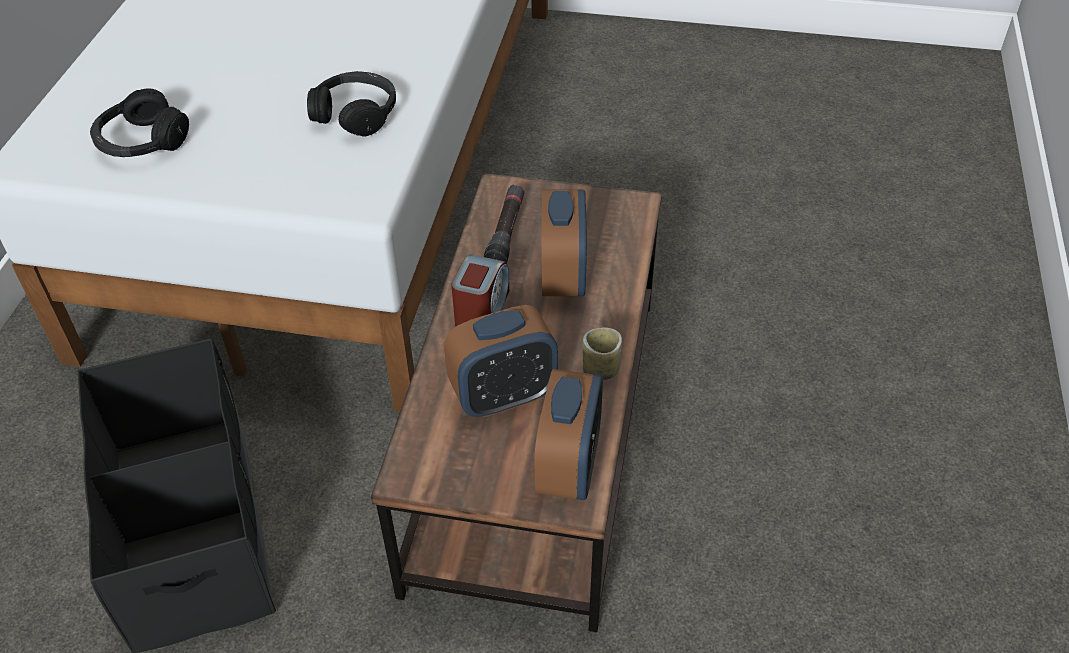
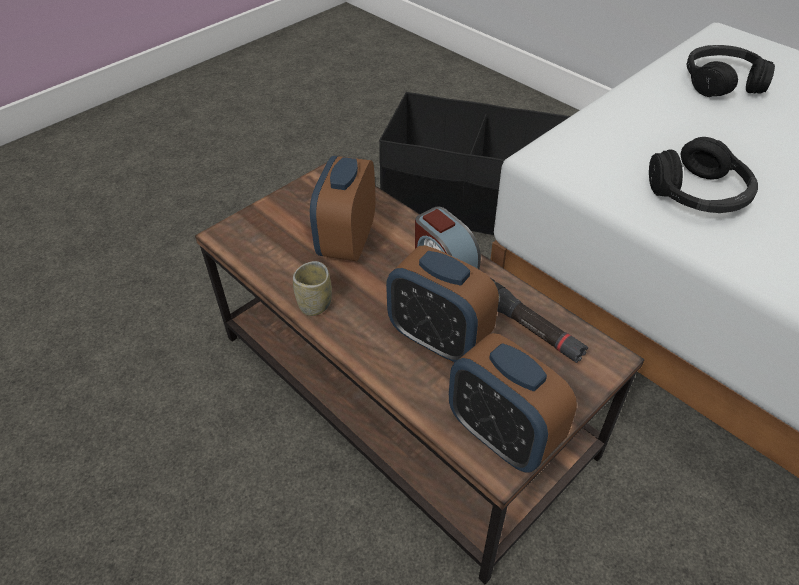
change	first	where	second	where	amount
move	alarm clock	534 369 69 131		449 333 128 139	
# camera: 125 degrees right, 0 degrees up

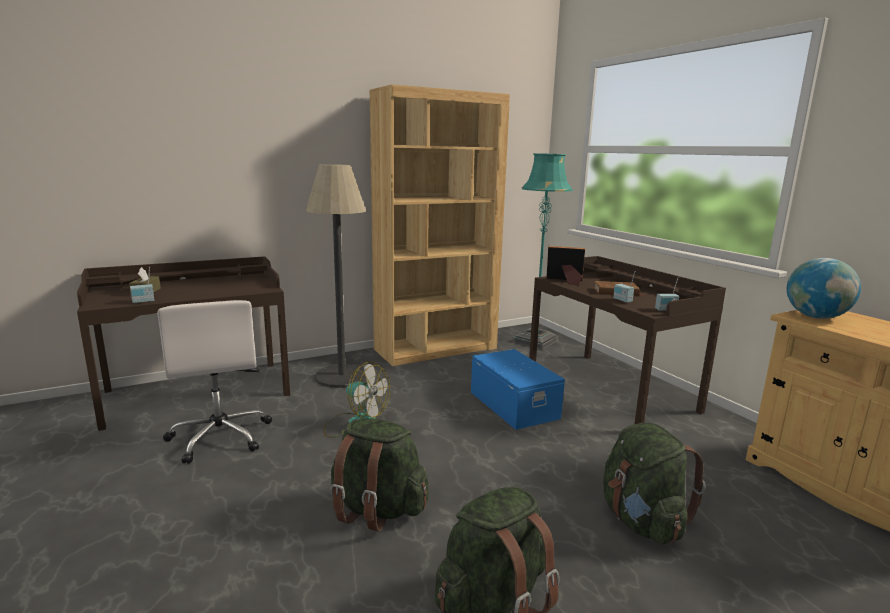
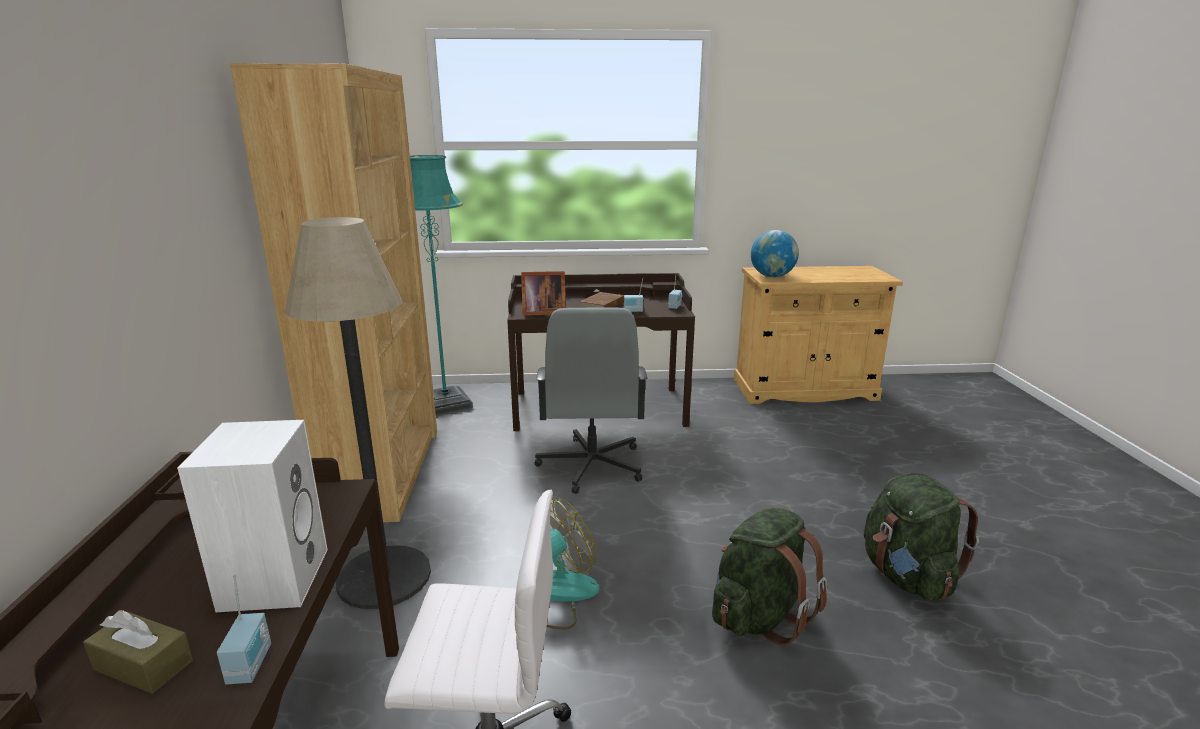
change	first	where	second	where	amount
rotate	picture frame	546 246 39 39		521 271 45 45	135 degrees counterclockwise
replace	blue storage box	471 349 94 81	grey office chair	534 308 113 186	
delete	green backpack	603 423 103 122			
insert			white speaker	177 420 151 192	
# camera: 65 degrees left, 5 degrees up

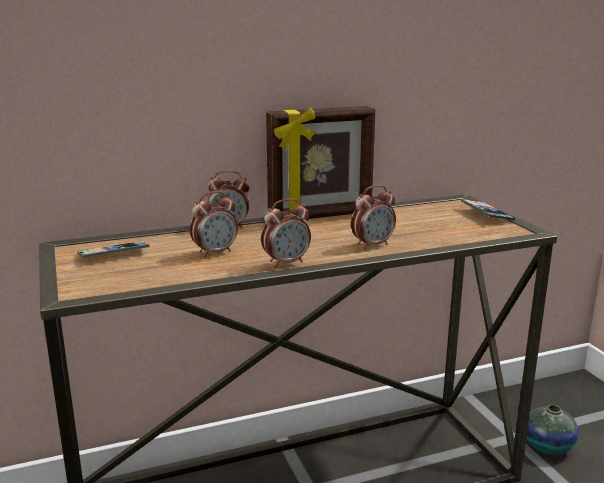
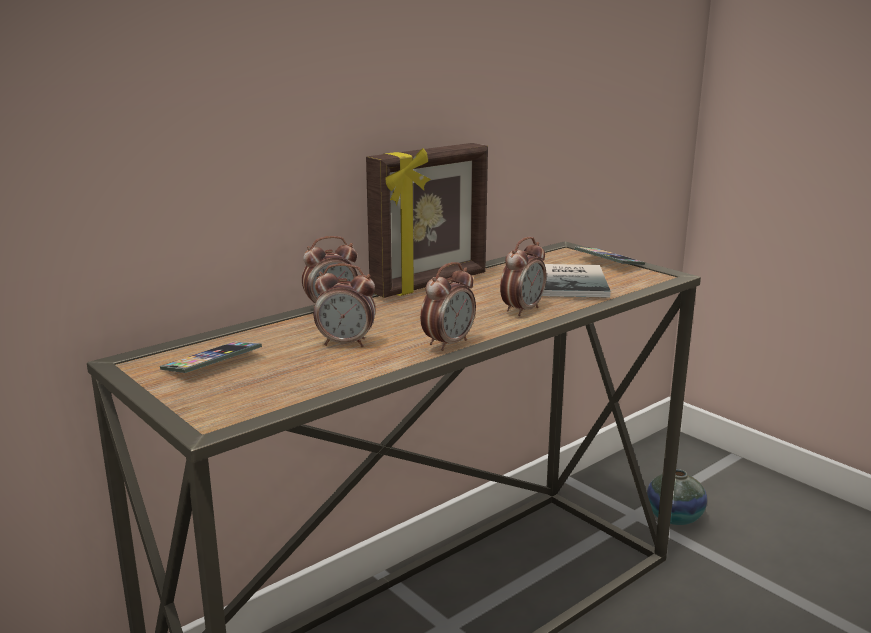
change	first	where	second	where	amount
rotate	alarm clock	190 191 48 67		314 264 61 83	60 degrees clockwise
insert			book	542 264 69 34	
# camera: 20 degrees left, 0 degrees up

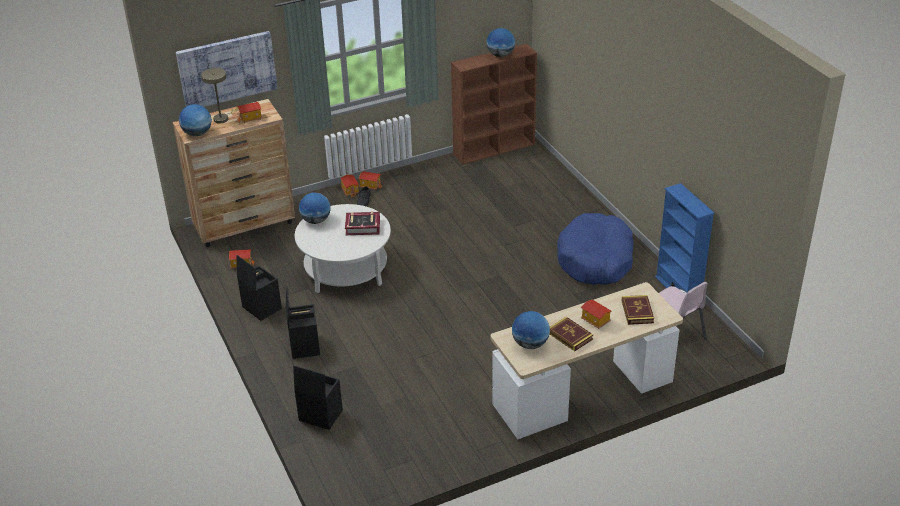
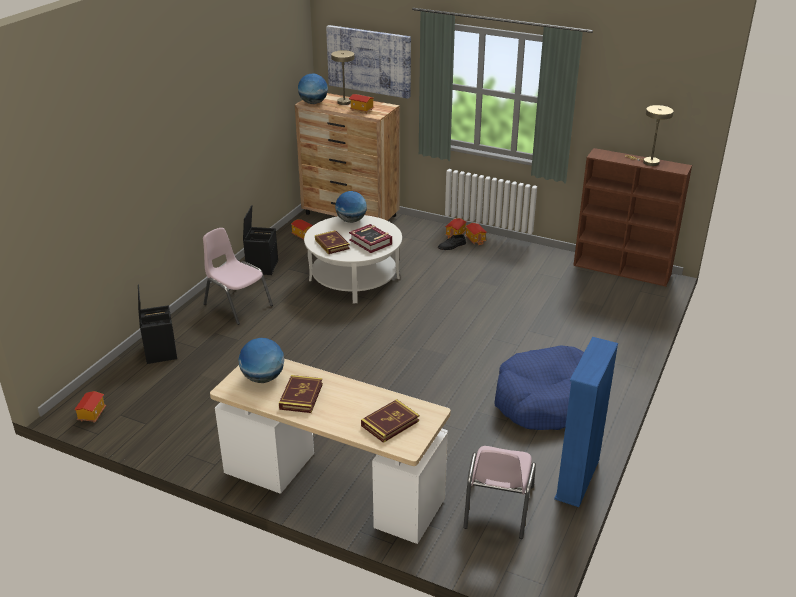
change	first	where	second	where	amount
replace	globe	487 28 28 29	beige table lamp	625 105 49 61	
replace	black storage box	286 286 34 73	pink chair	203 228 70 97	
move	toy house	581 299 31 30		74 391 32 32	
insert			book	315 230 35 24	
# camera: 50 degrees right, 5 degrees down

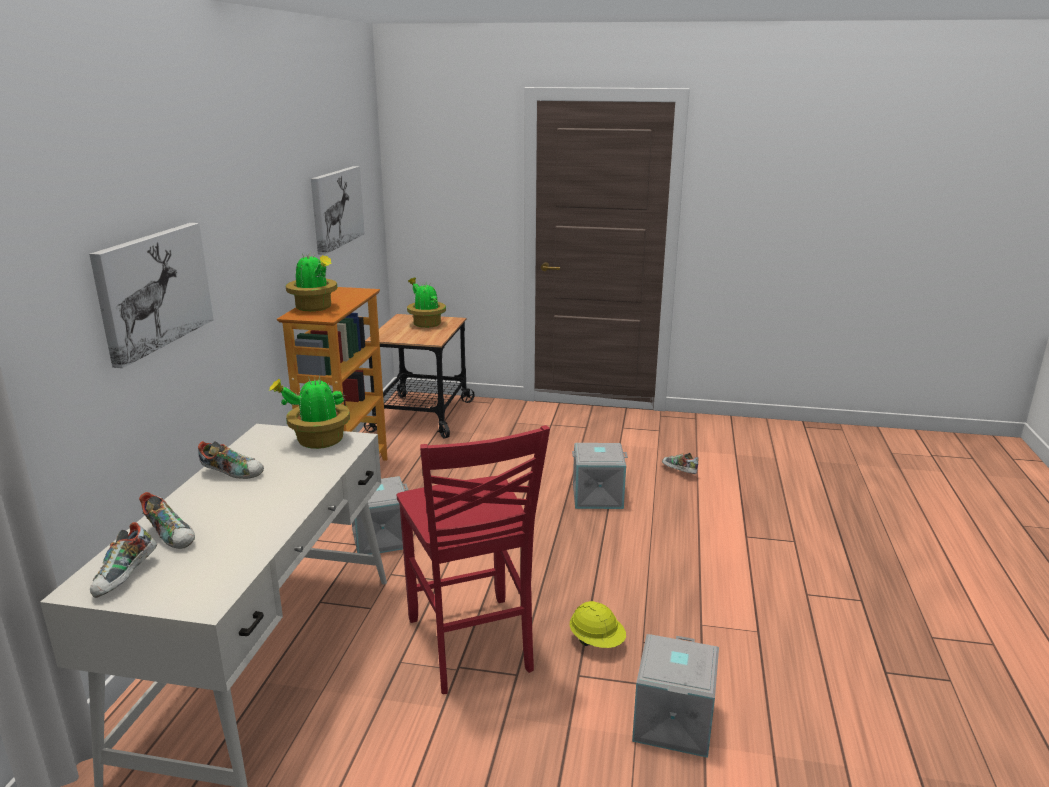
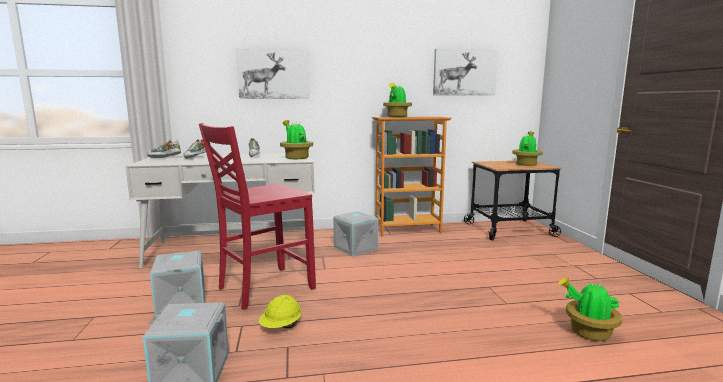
change	first	where	second	where	amount
move	grey storage box	572 443 56 66		150 251 55 65	
replace	shoe	662 453 37 21	potted plant	558 277 64 64	
# camera: 70 degrees right, 10 degrees down

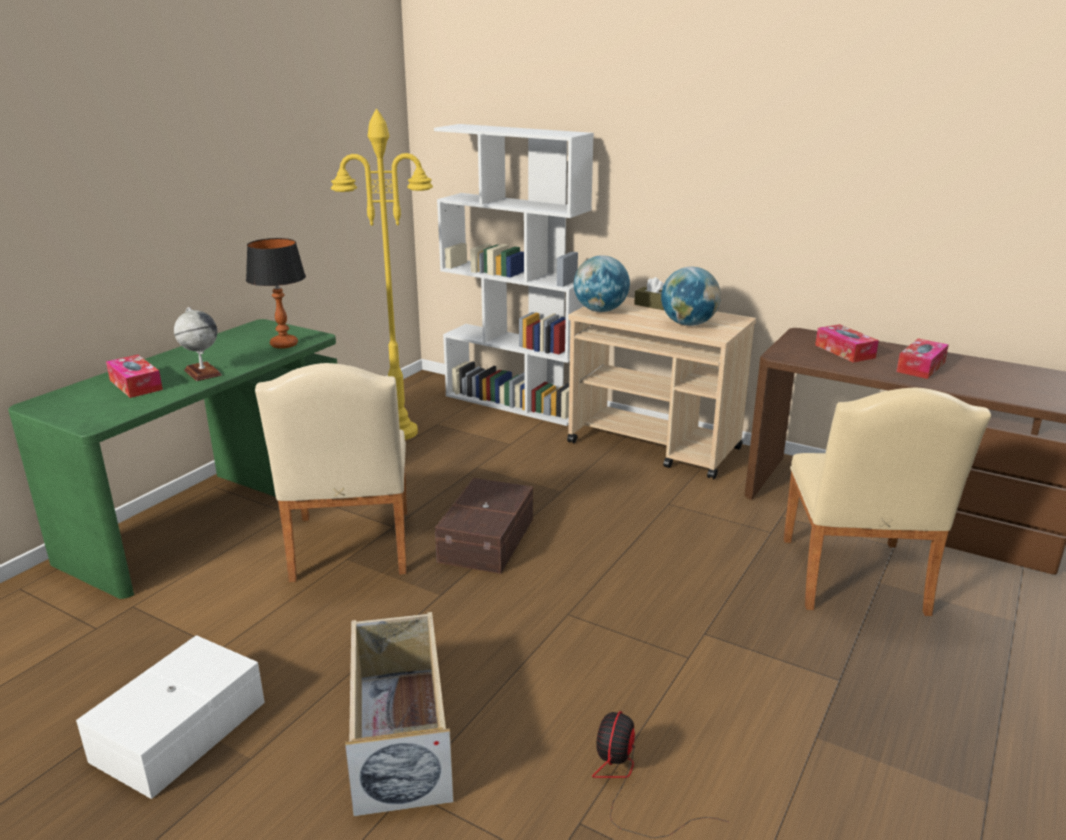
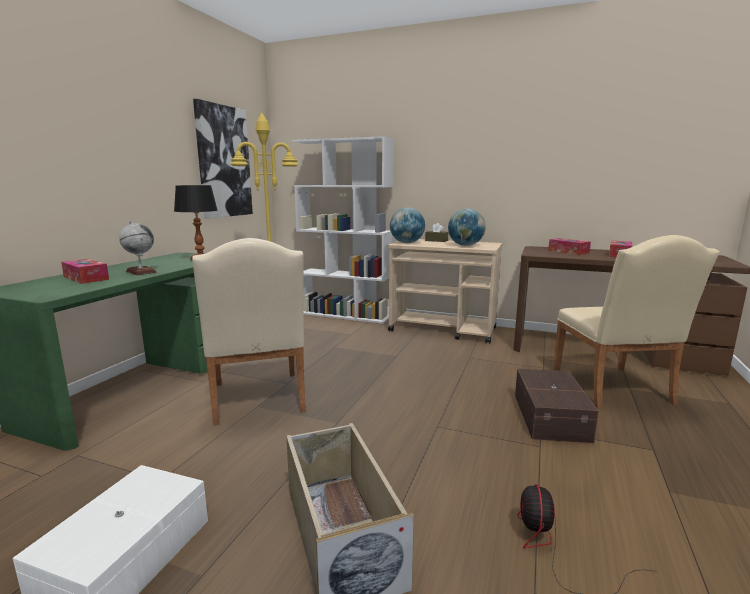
change	first	where	second	where	amount
move	brown storage box	435 478 98 96		515 369 83 74	
insert			picture	193 99 60 120	
# camera: 10 degrees left, 10 degrees down

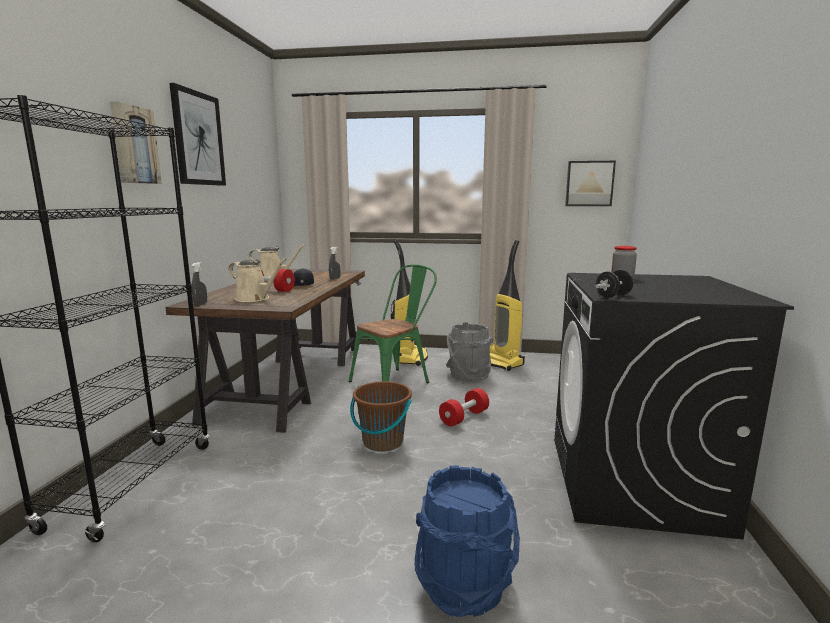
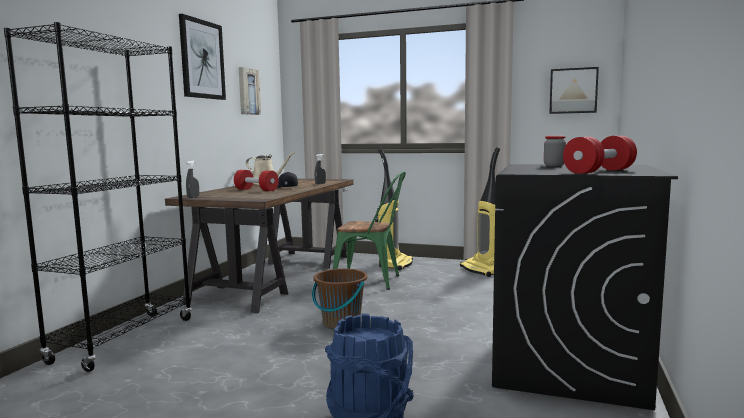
change	first	where	second	where	amount
move	picture	110 101 52 83		239 67 22 48	
delete	beige watering can	229 258 58 44			
rotate	green chair	349 264 88 119		333 171 73 119	45 degrees clockwise
delete	black dumbbell	596 270 37 28			
delete	grey bucket	446 323 47 59			
move	red dumbbell	439 388 50 39		563 136 74 38	
# camera: 10 degrees right, 5 degrees down

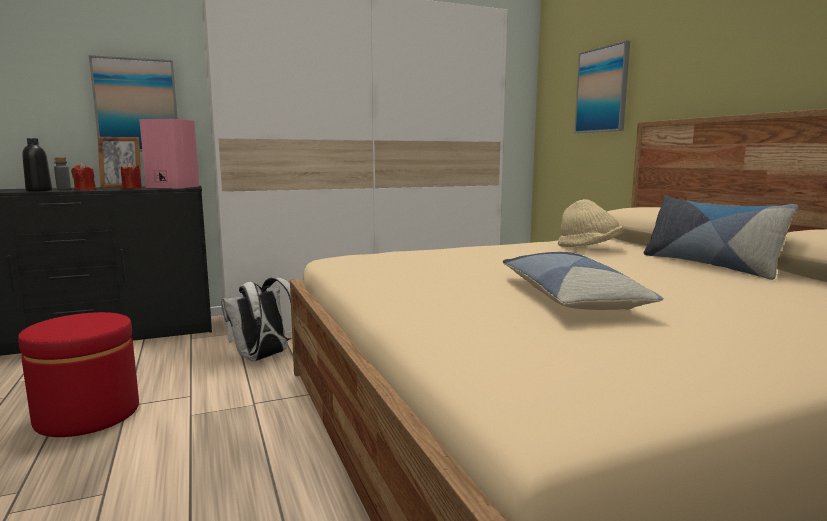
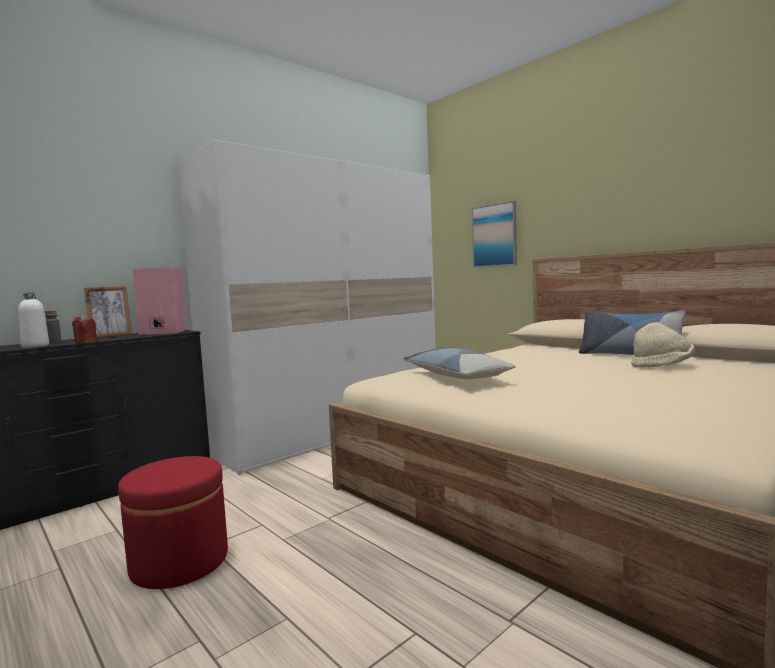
change	first	where	second	where	amount
delete	picture	89 55 89 96			
recolor	black bottle	22 138 30 53	white bottle	18 292 31 56	
delete	red candle	121 163 21 26			
move	beige hat	558 199 65 48		631 322 64 45	
move	pillow	503 252 161 58		404 347 112 32	
delete	white backpack	221 277 71 84			
# camera: 20 degrees left, 5 degrees down

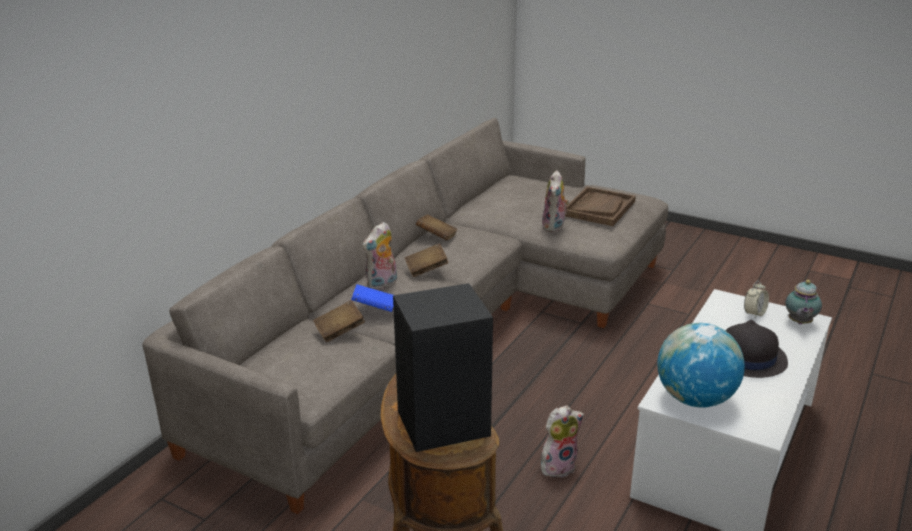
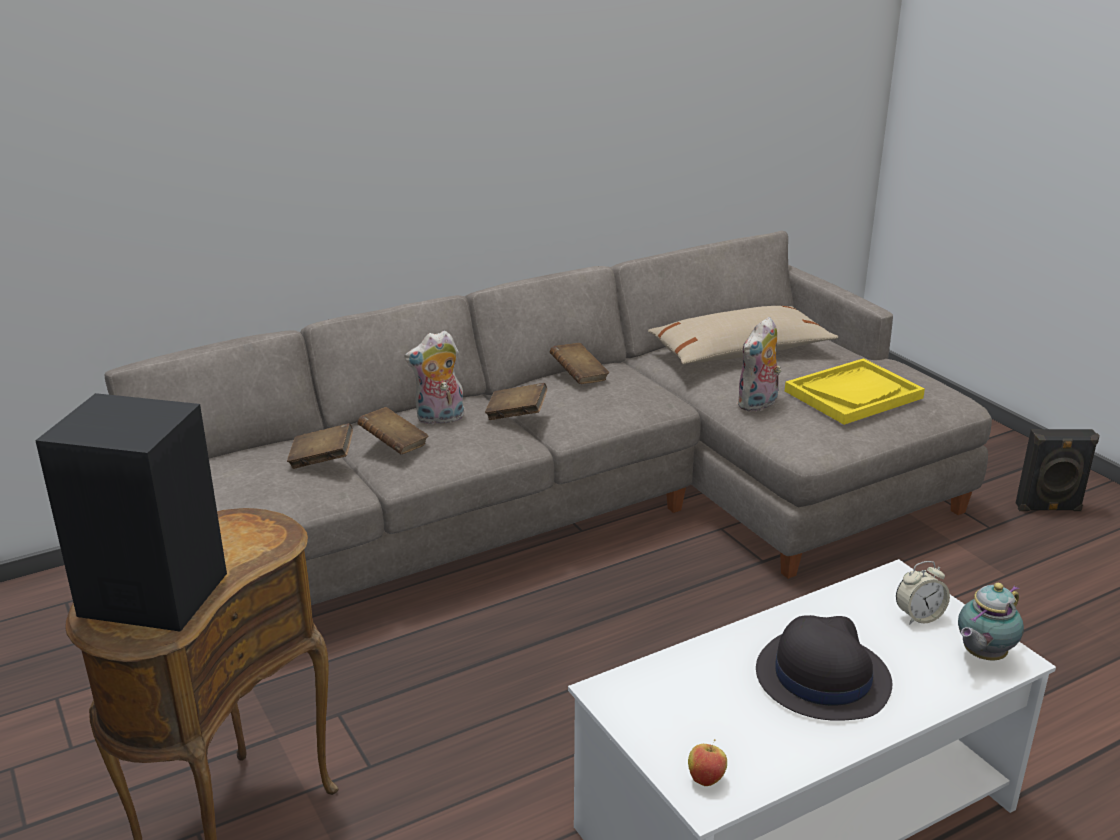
change	first	where	second	where	amount
recolor	brown tray	565 187 71 39	yellow tray	785 358 140 67	
recolor	blue book	351 284 42 28	brown book	357 407 72 47	
delete	globe	657 323 88 85			
delete	plush toy	541 406 43 71			
insert			beige pillow	648 306 190 59	
insert			black speaker	1016 429 84 82	
insert			apple	688 739 39 47	
# camera: 30 degrees right, 0 degrees up

